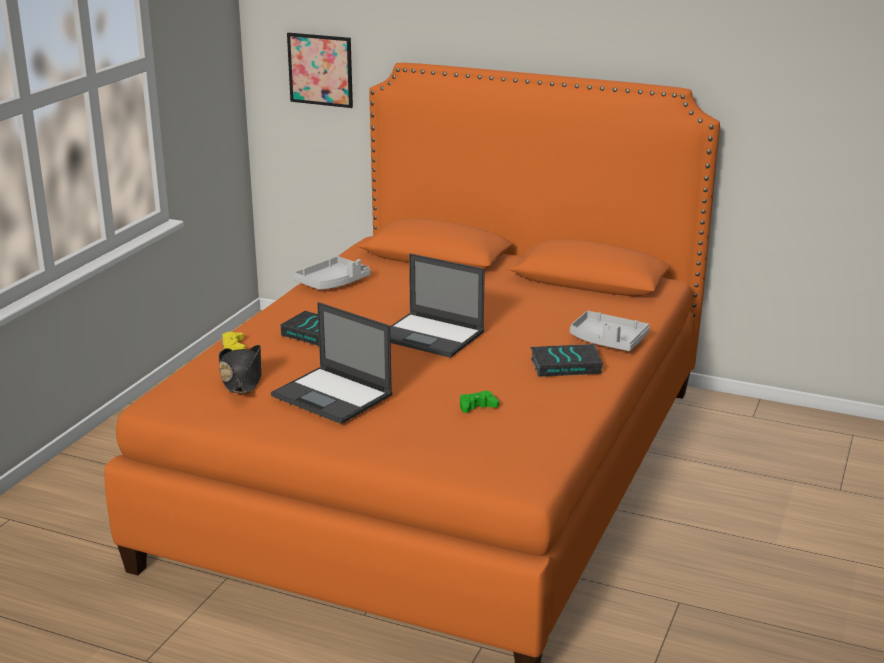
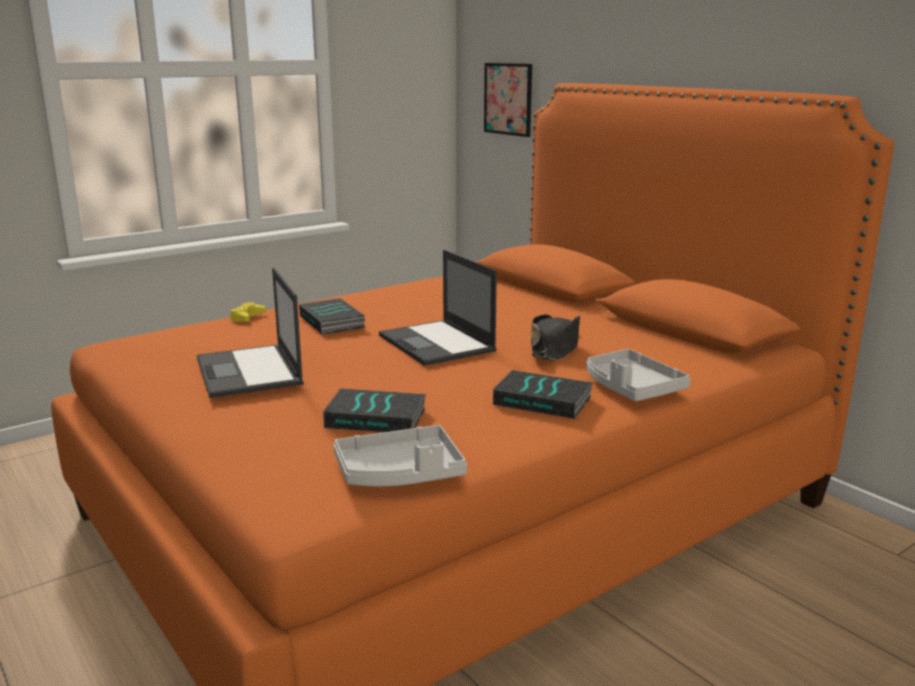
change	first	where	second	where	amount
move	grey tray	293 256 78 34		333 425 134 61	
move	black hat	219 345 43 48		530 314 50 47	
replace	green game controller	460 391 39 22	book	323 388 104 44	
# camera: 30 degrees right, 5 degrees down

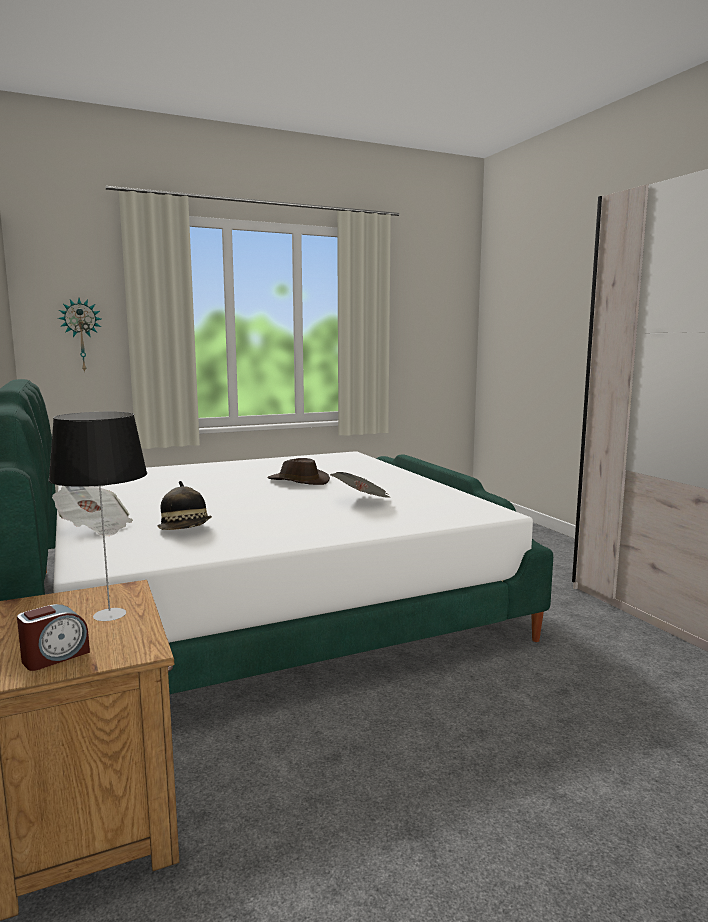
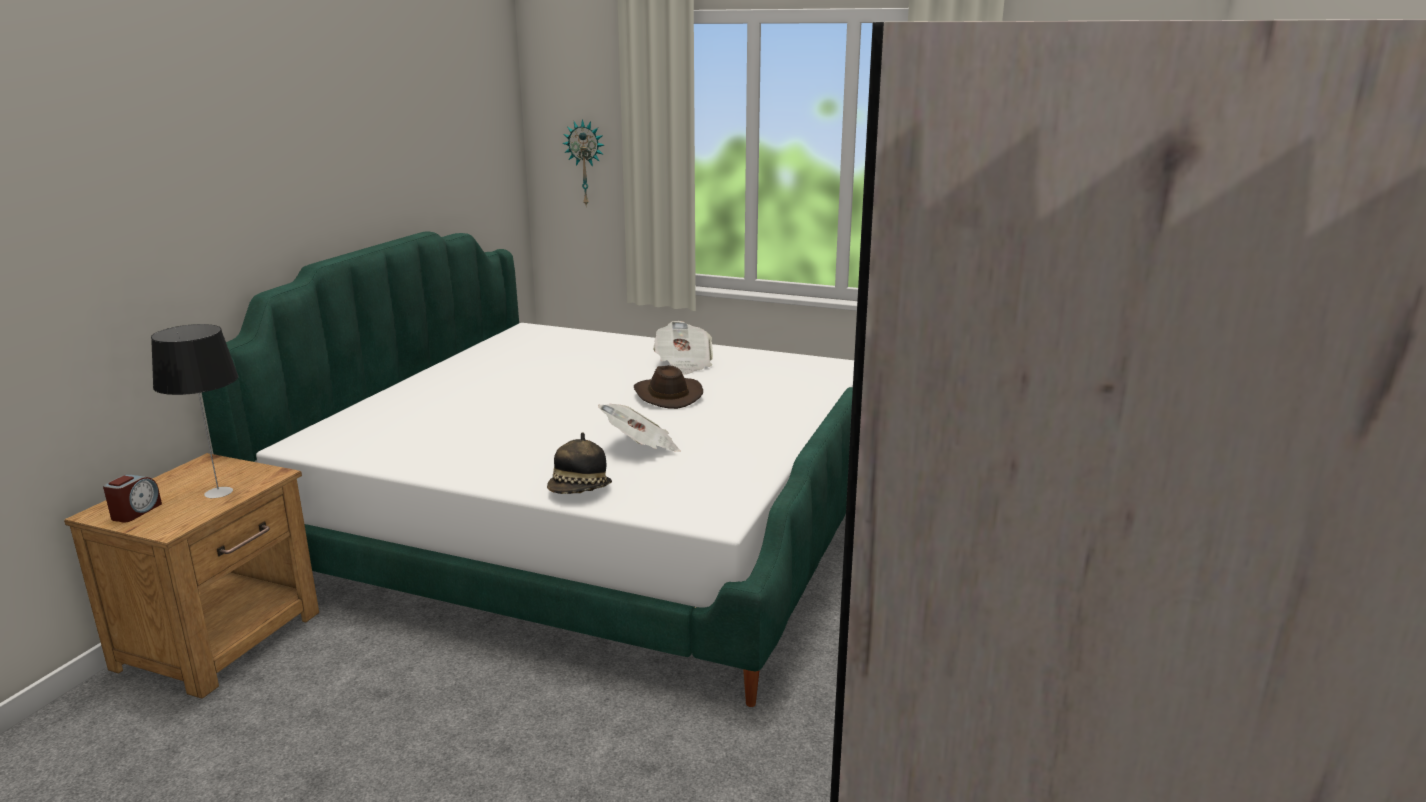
change	first	where	second	where	amount
move	hat	158 481 54 49		547 432 65 62	
move	newspaper	52 486 81 50		653 321 60 54	
rotate	alarm clock	17 604 73 67		103 474 59 48	75 degrees counterclockwise
# camera: 45 degrees right, 10 degrees up

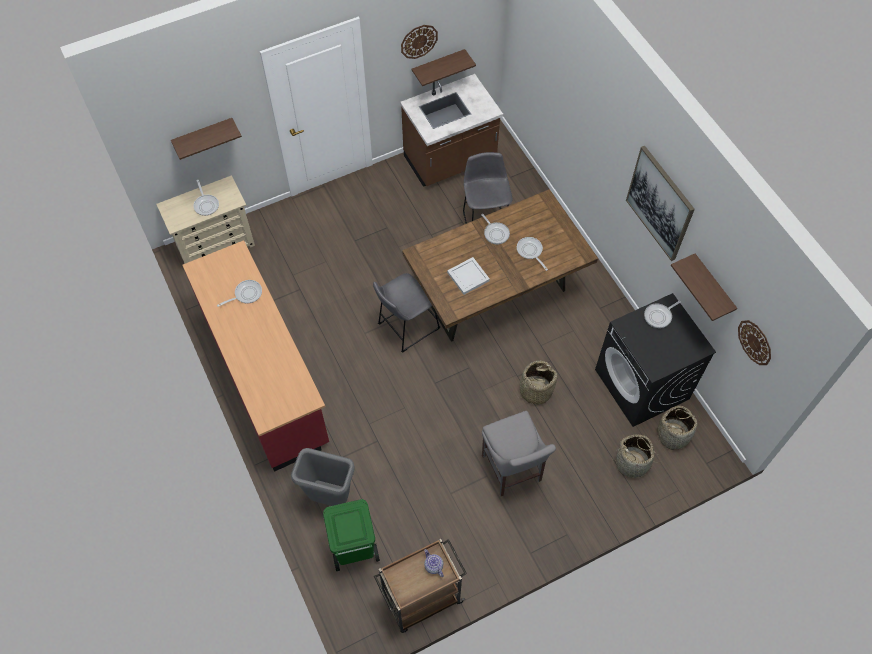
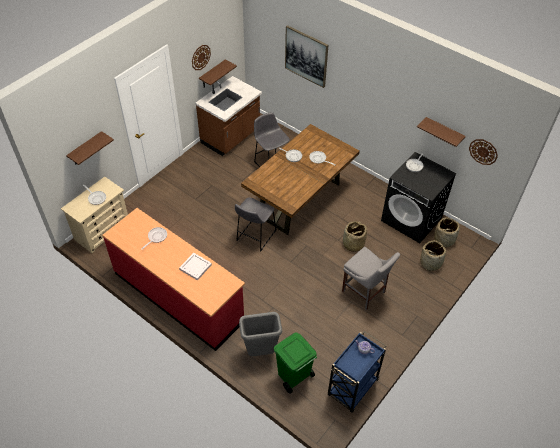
change	first	where	second	where	amount
move	picture	626 146 69 115		285 25 44 63	
move	white tray	447 257 43 38		179 253 33 28	
recolor	brown cart	374 539 93 94	blue cart	328 331 58 82	
# camera: 25 degrees left, 10 degrees down

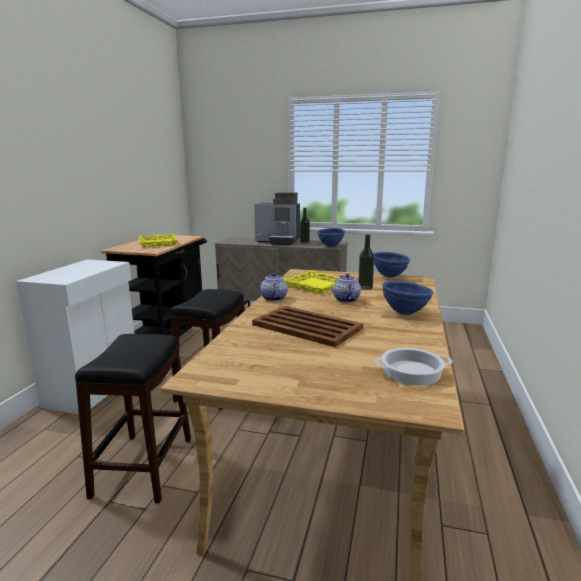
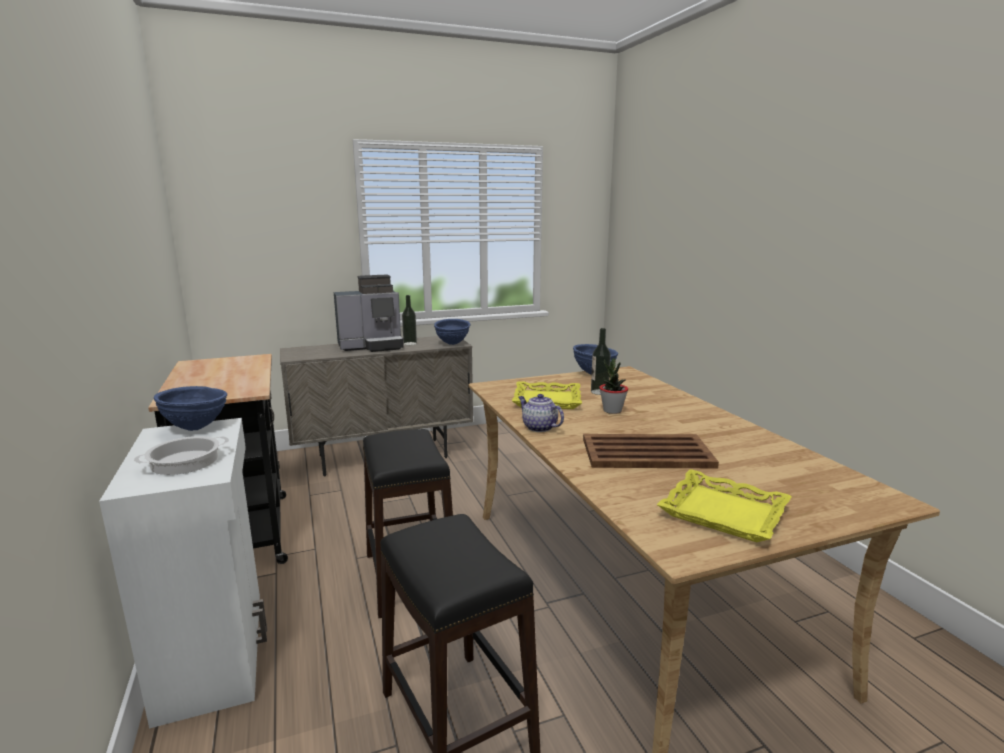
change	first	where	second	where	amount
move	yellow tray	139 234 39 13		657 469 135 73	
replace	teapot	333 274 28 29	potted plant	599 358 29 56	
move	blue bowl	382 281 51 34		154 386 73 45	
move	cooking pot	374 348 79 38		134 436 95 39	
# camera: 35 degrees left, 0 degrees up

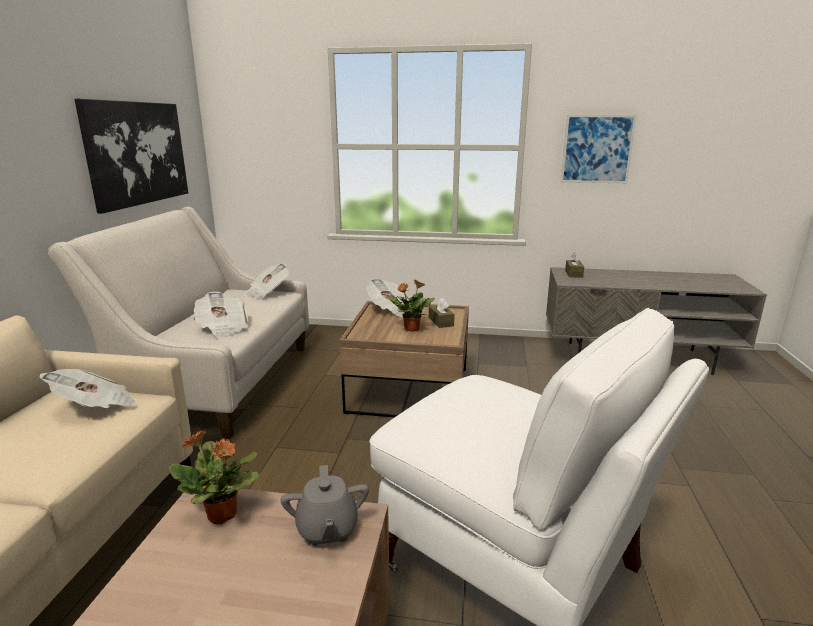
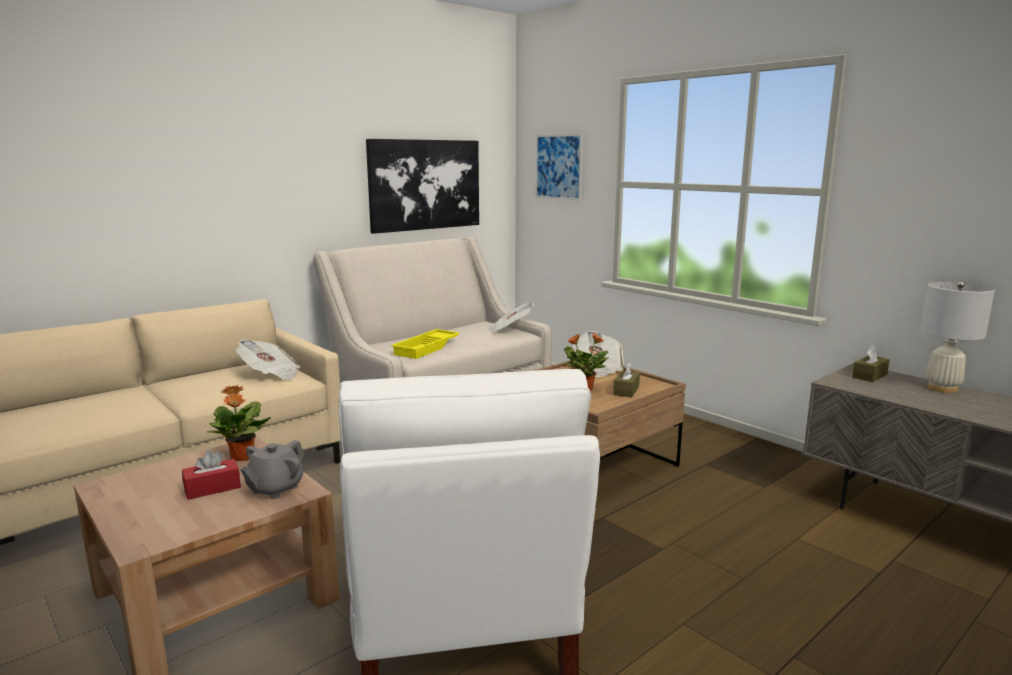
change	first	where	second	where	amount
move	picture	561 115 76 68		535 134 48 66	
replace	newspaper	193 291 55 48	yellow tray	391 329 69 30	
insert			white table lamp	920 281 75 112	
insert			red tissue box	182 450 59 50	
# camera: 40 degrees right, 5 degrees down

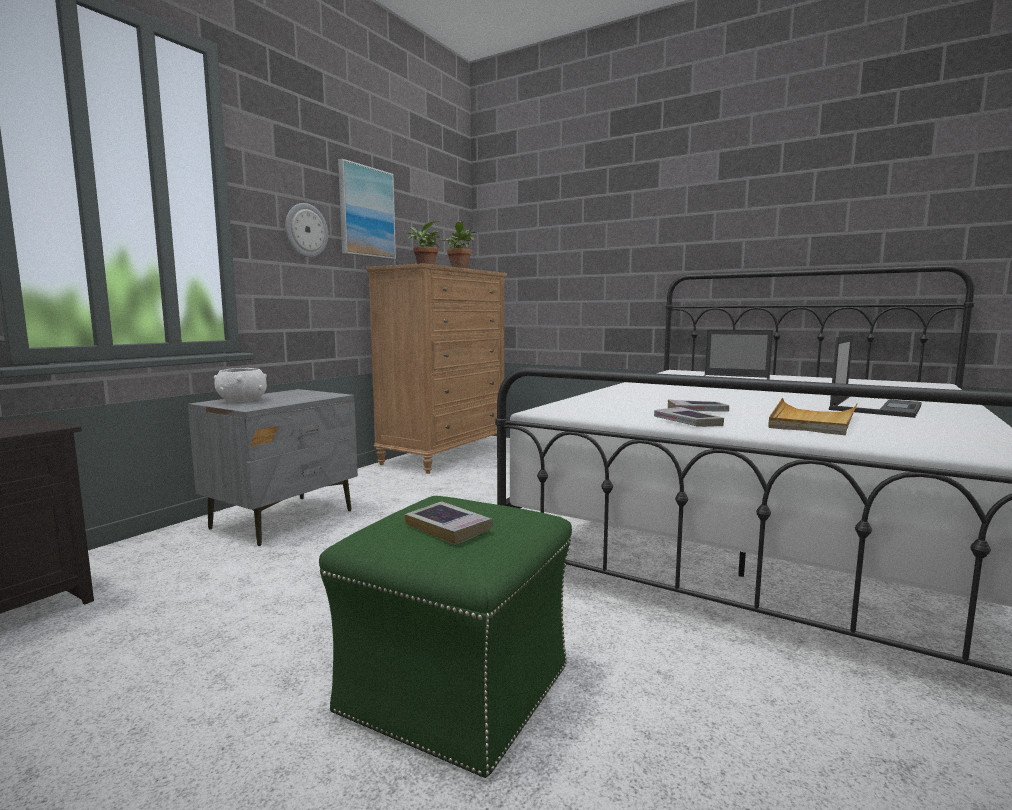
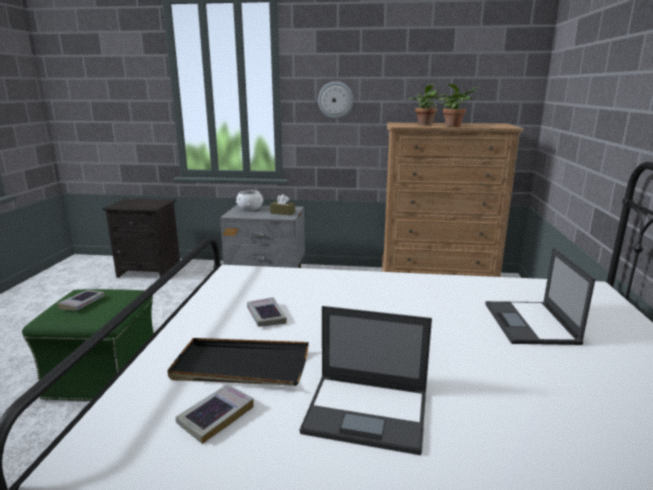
change	first	where	second	where	amount
delete	picture	338 159 58 100			
recolor	beige tray	768 398 90 37	black tray	167 338 142 48	
move	book	654 407 70 20		176 384 78 60	
insert			brown tissue box	270 194 25 21	
# camera: 65 degrees right, 10 degrees up

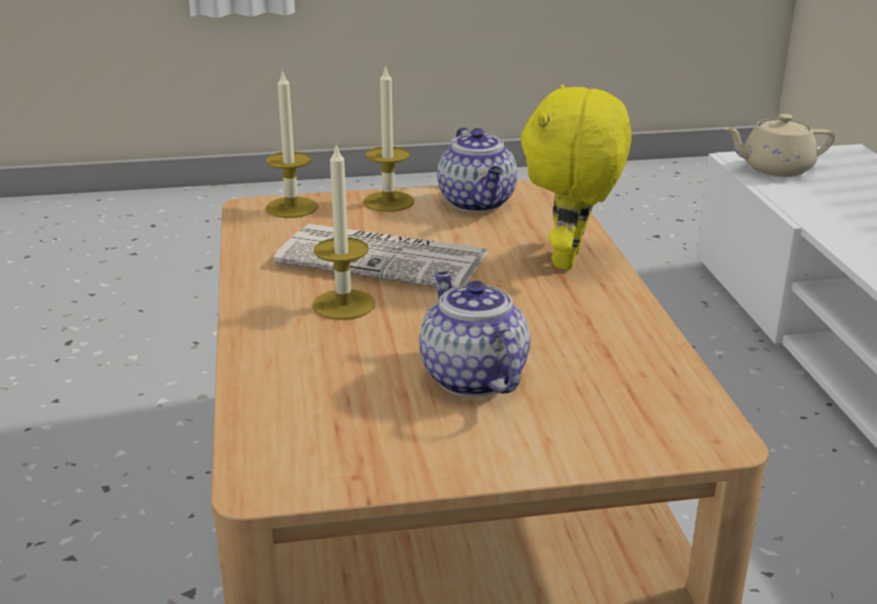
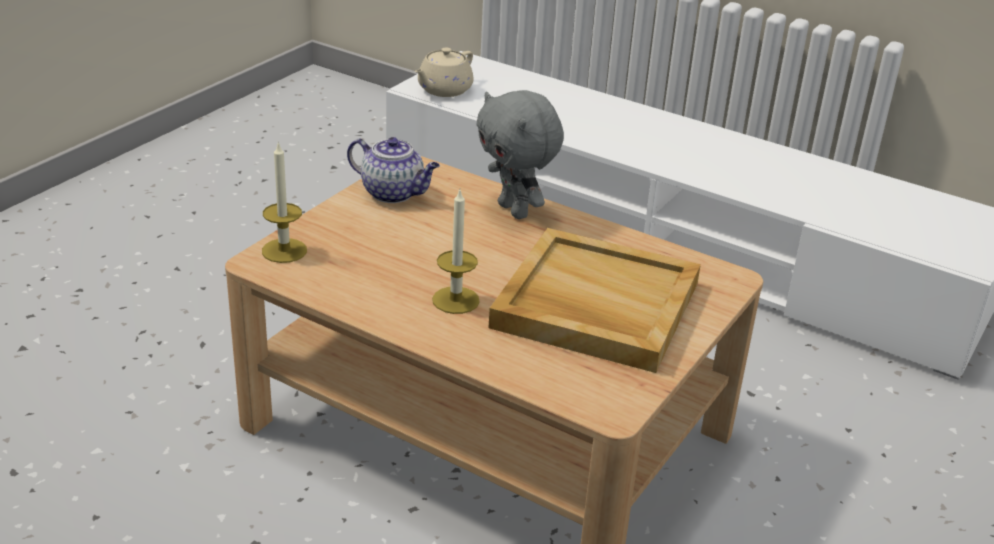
change	first	where	second	where	amount
delete	candle	363 65 51 147			
recolor	yellow plush toy	521 84 111 186	grey plush toy	477 90 87 129	
delete	newspaper	273 224 215 63			
replace	teapot	419 272 111 125	beige tray	489 228 212 145	
# camera: 50 degrees left, 5 degrees up

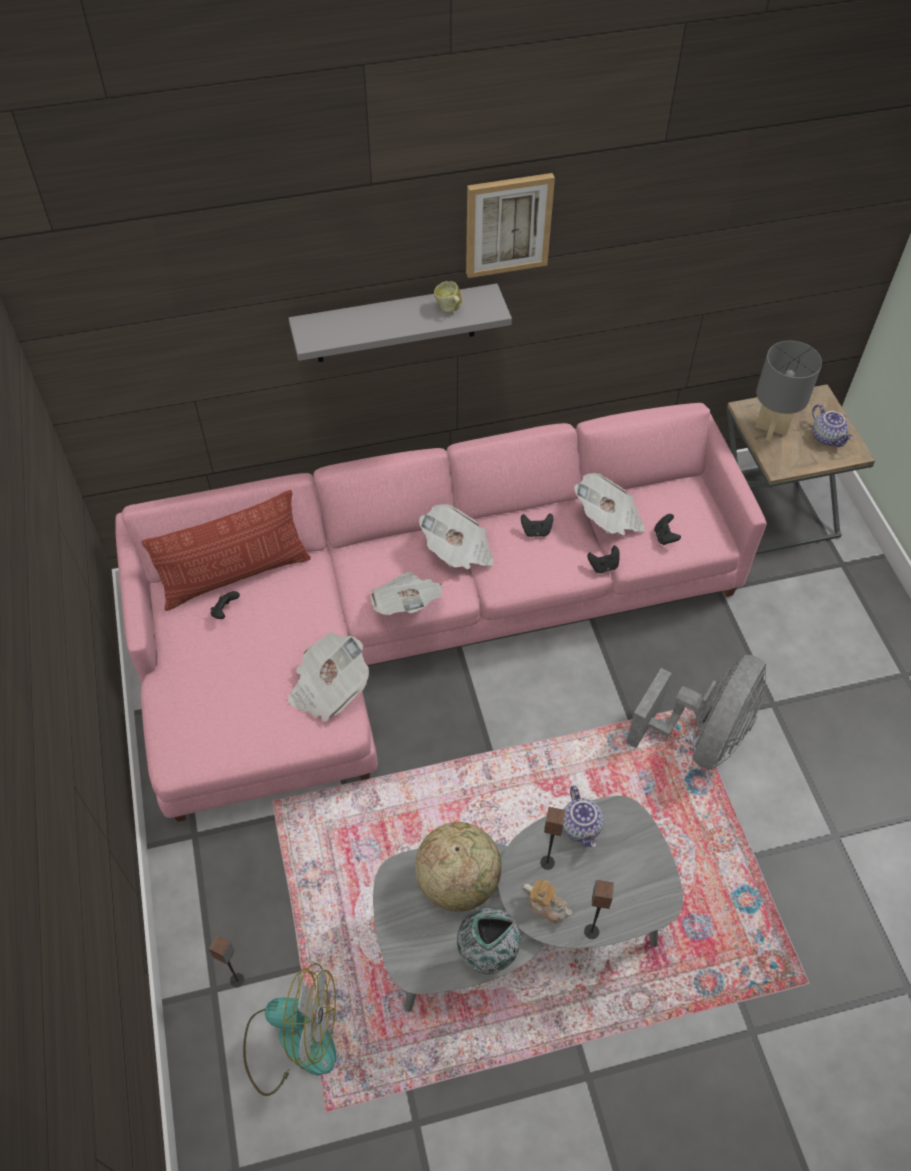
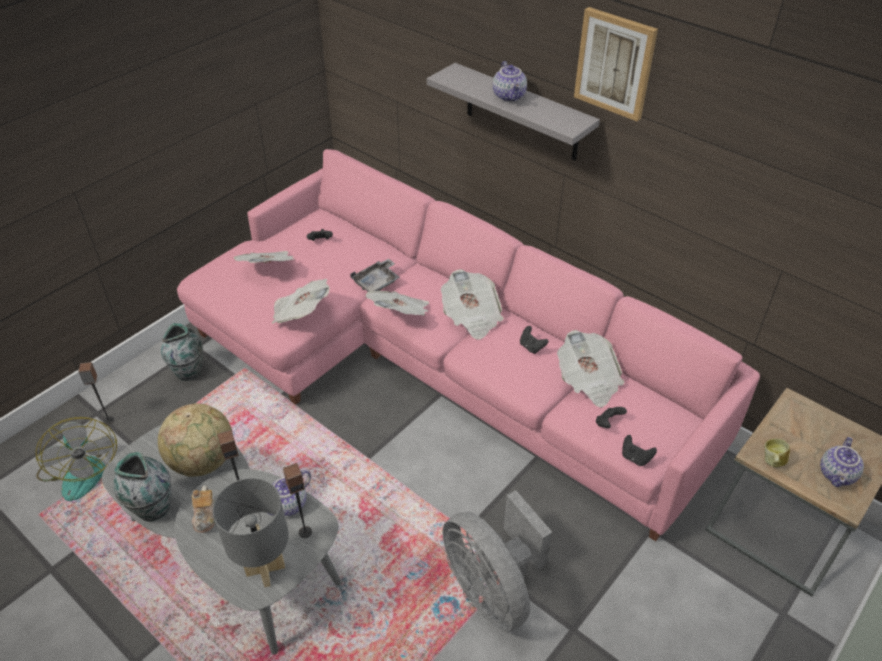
change	first	where	second	where	amount
move	mug	434 281 28 32		764 438 26 29	
move	grey table lamp	755 341 67 100		213 478 76 109	
delete	pillow	141 490 170 121			
move	black game controller	587 546 33 27		622 435 35 31	
rotate	grey fan	626 655 140 115		442 490 110 142	60 degrees clockwise
move	speaker	584 880 30 59		283 463 29 75	
insert			teapot	493 61 34 41	
insert			newspaper	233 251 62 12	
insert			grey tray	350 259 50 32	
insert			vase	161 323 42 58	
# camera: 55 degrees right, 10 degrees down

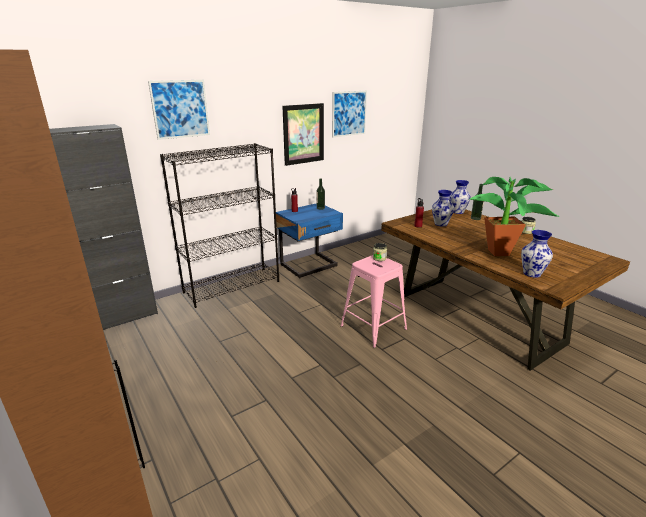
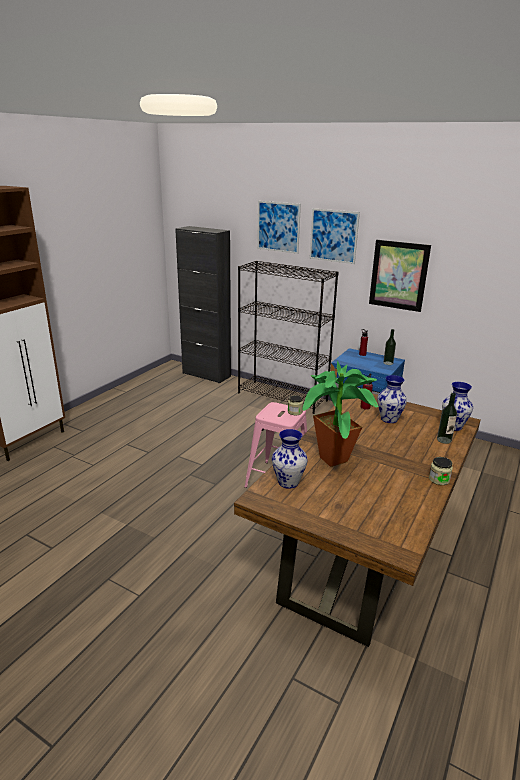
change	first	where	second	where	amount
move	picture	332 91 35 46		309 208 51 56	
# camera: 65 degrees right, 0 degrees up

